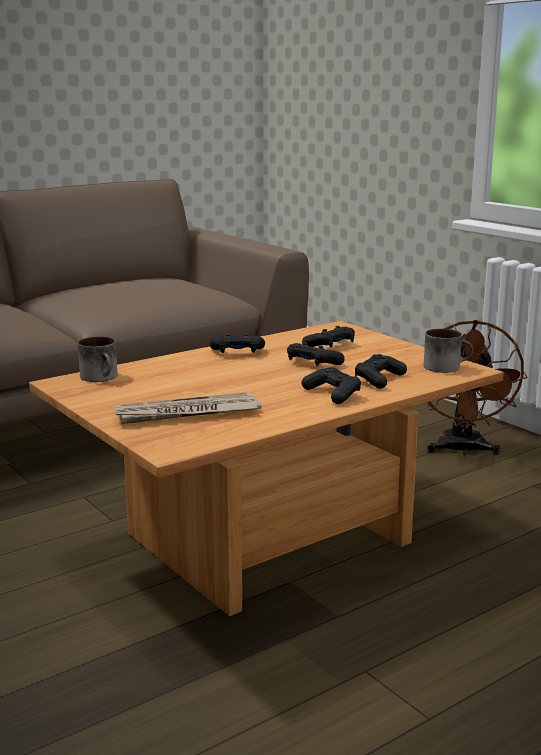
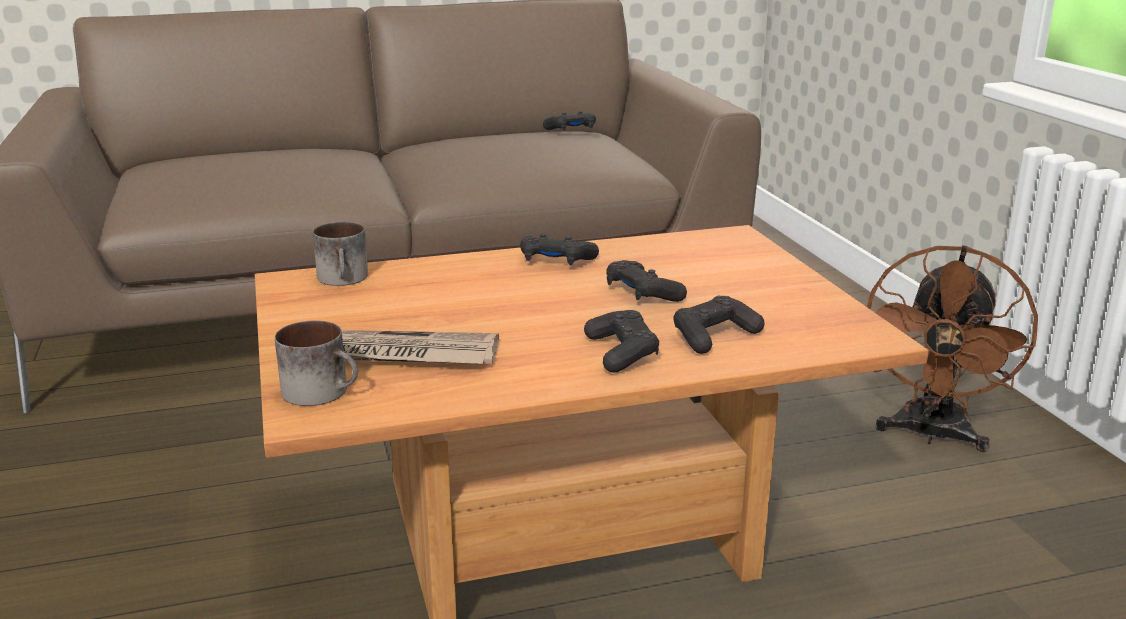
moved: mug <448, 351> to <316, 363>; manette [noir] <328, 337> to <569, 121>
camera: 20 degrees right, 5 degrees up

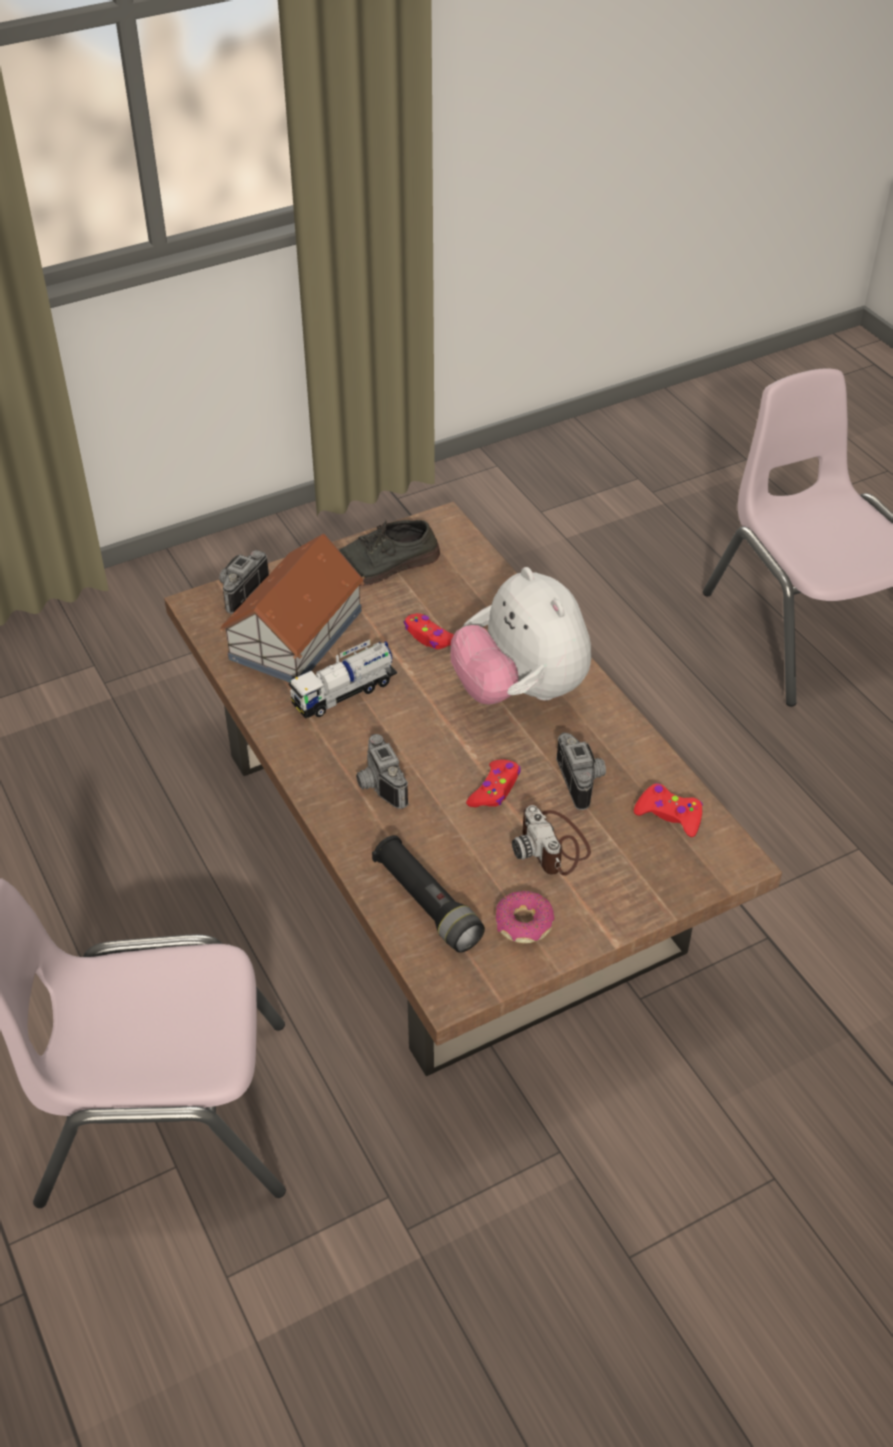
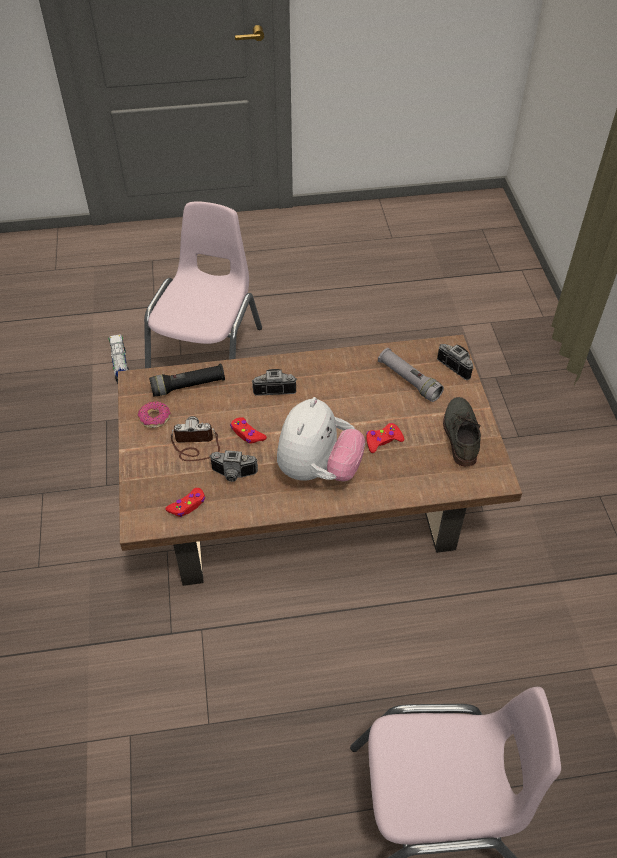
moved: camion jouet <342, 679> to <118, 359>
replaced: maison miniature <292, 608> to lampe de poche [gris] <411, 375>
turned: peluche <520, 636> = <321, 439> 120 degrees clockwise
camera: 110 degrees right, 5 degrees up

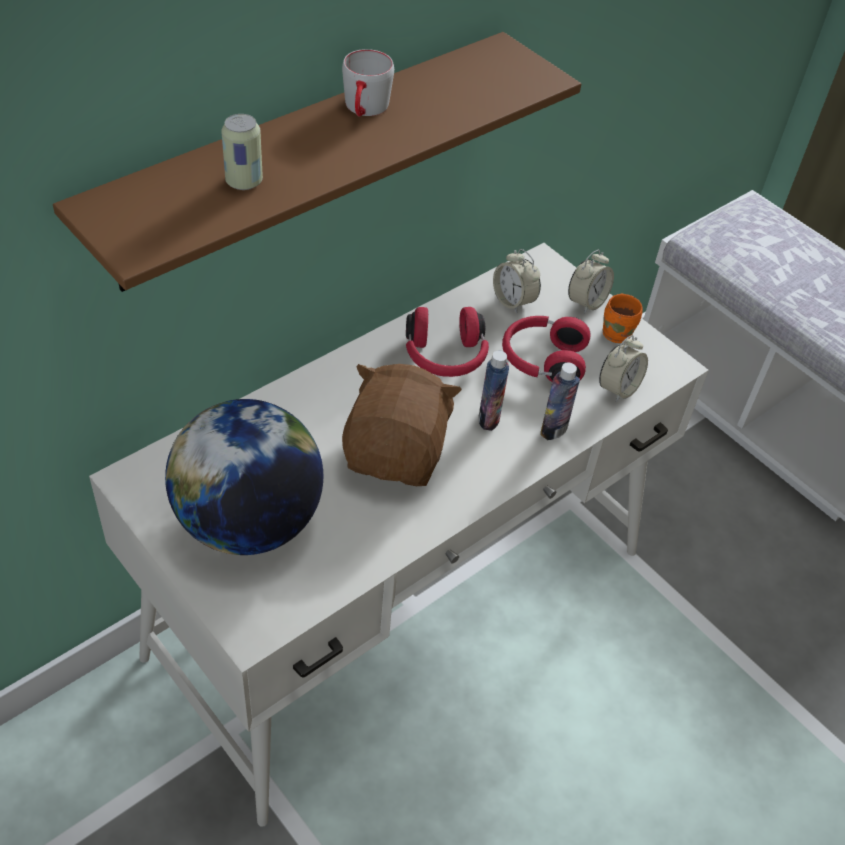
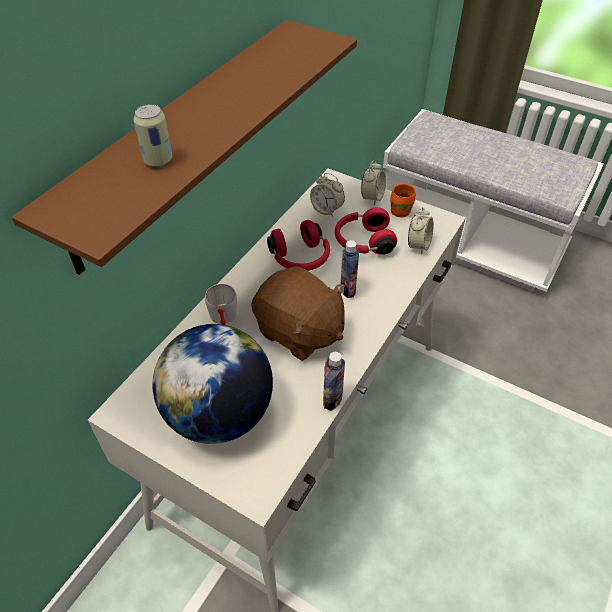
moved: mug [gris] <368, 83> to <221, 304>; bouteille <560, 401> to <334, 381>
turned: peluche [marron] <402, 425> = <298, 313> 135 degrees clockwise
camera: 15 degrees left, 0 degrees up

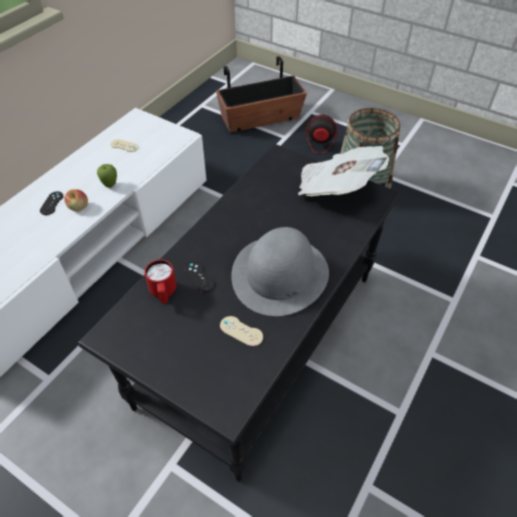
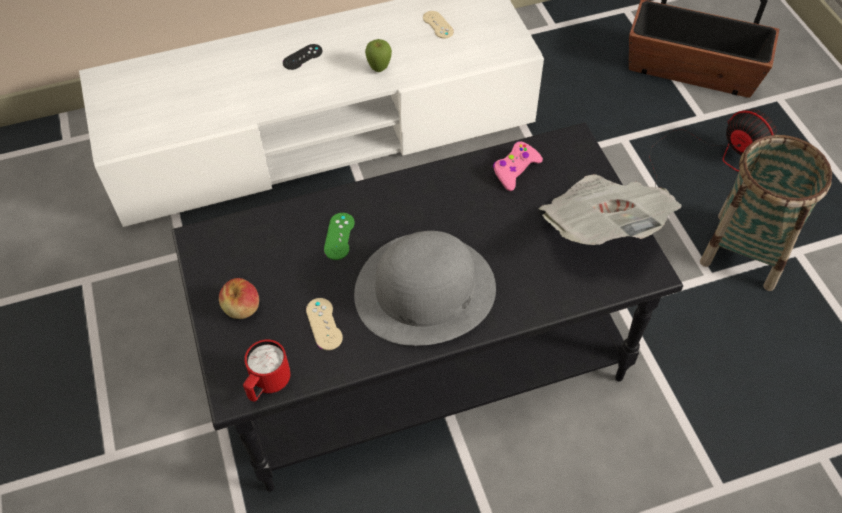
added: manette [rose] <518, 166>
moved: pomme <76, 200> to <239, 298>; mug [rouge] <160, 282> to <267, 370>
recoloured: manette [noir] <199, 277> to manette [vert] <339, 236>
camera: 40 degrees right, 5 degrees up

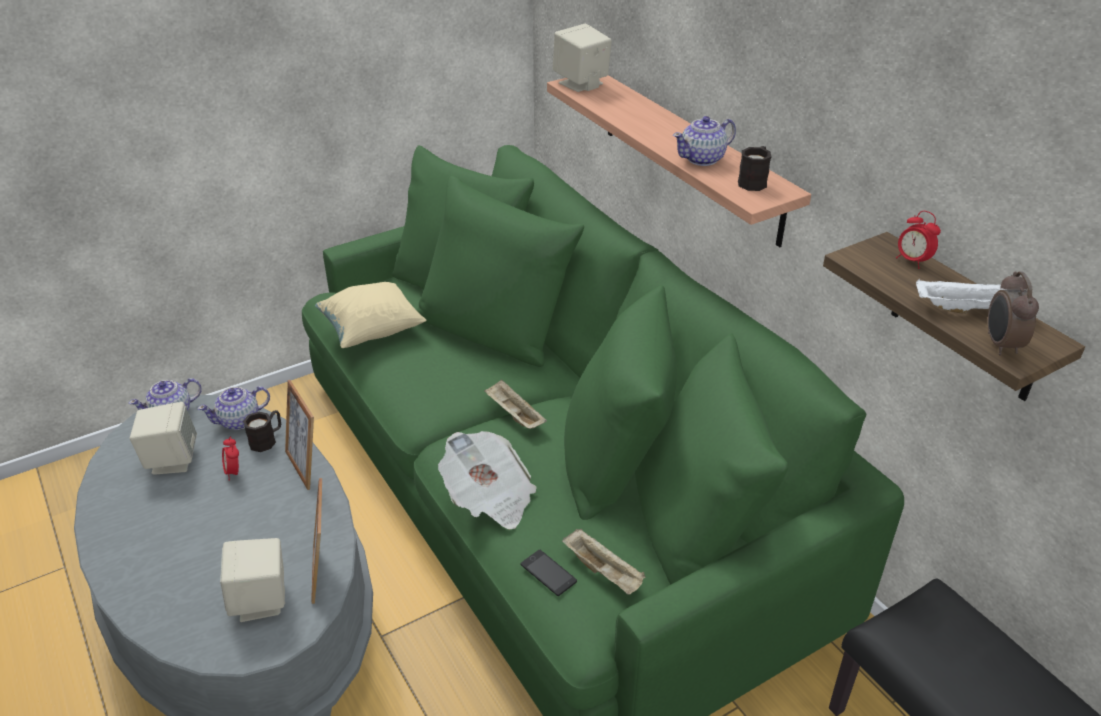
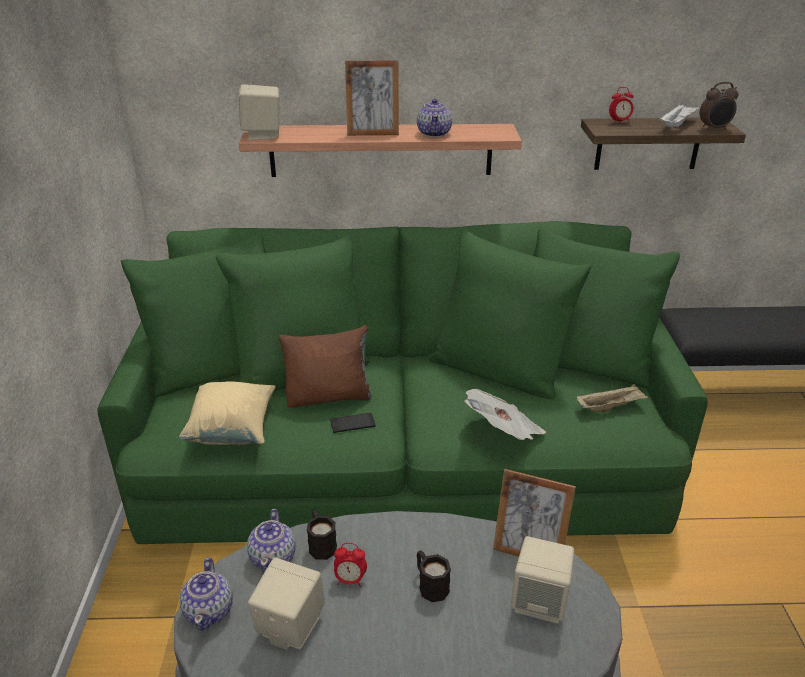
removed: plateau [beige] <515, 404>
added: coussin [marron] <325, 366>
moved: téléphone <549, 573> to <353, 423>; cadre photo <299, 435> to <372, 98>; mug [noir] <755, 168> to <434, 576>
turned: réveil <1013, 313> = <719, 106> 45 degrees counterclockwise
camera: 60 degrees left, 5 degrees down

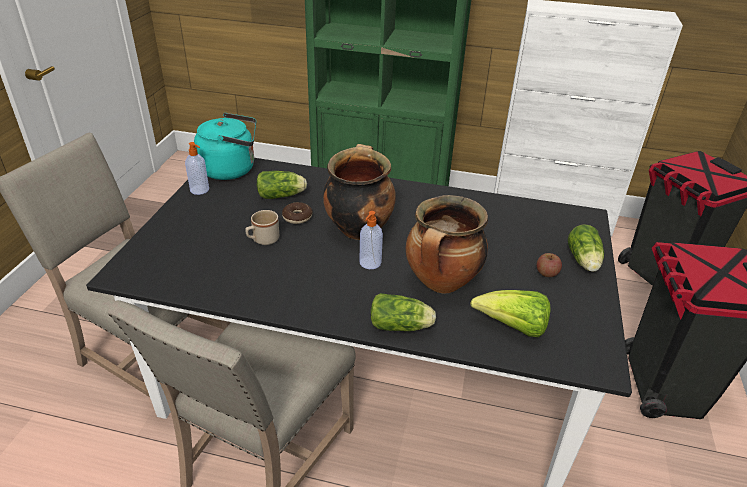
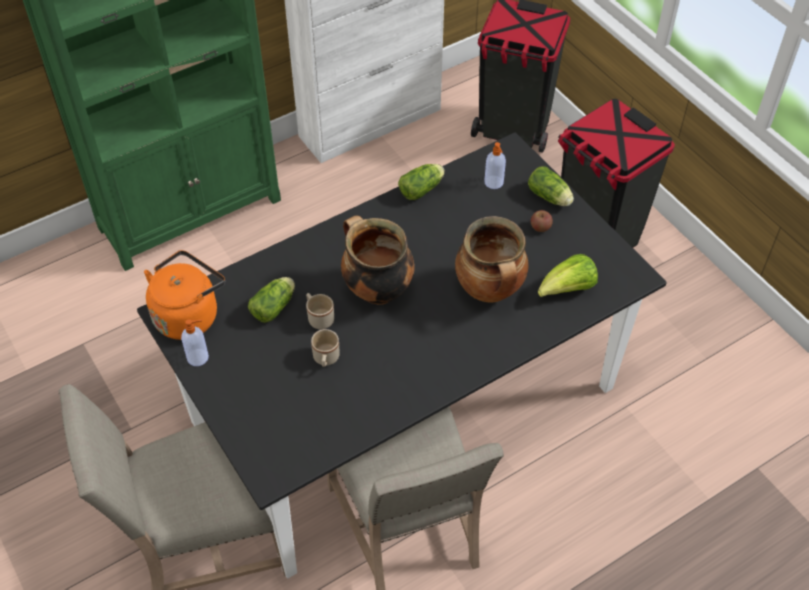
moved: laitue <403, 312> to <421, 182>; distributeur de savon <371, 240> to <495, 165>
replaced: beignet <297, 213> to mug [beige] <320, 311>
recoloured: bouilloire [turquoise] <225, 146> to bouilloire [orange] <184, 295>
camera: 45 degrees left, 15 degrees up

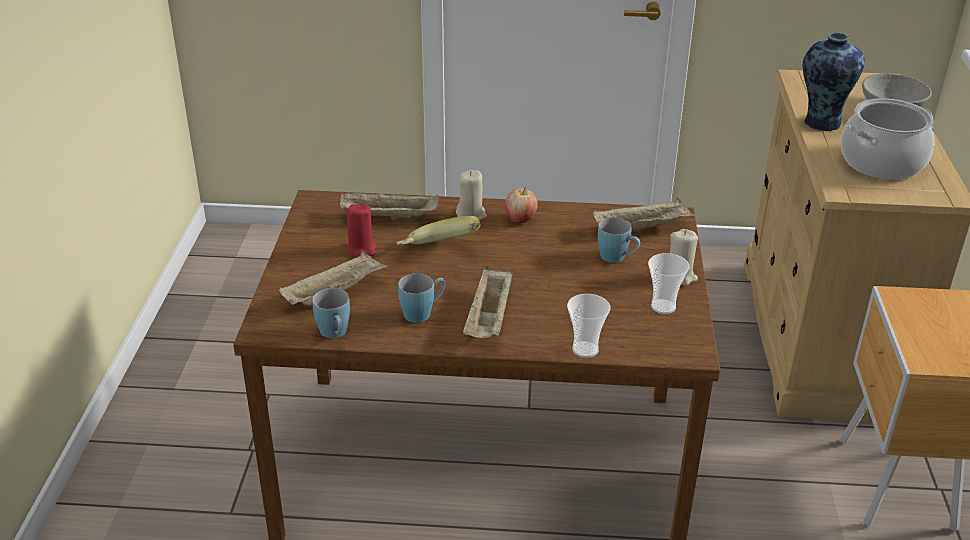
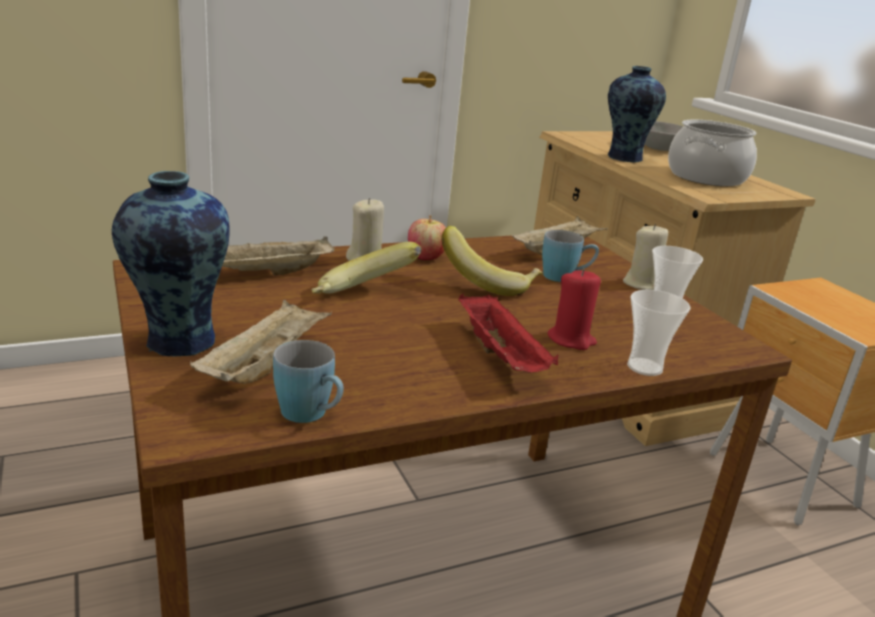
removed: mug [bleu] <421, 298>
added: vase <171, 264>; banane <492, 261>
moved: bougie [rouge] <361, 230> to <574, 309>
recoloured: plateau [beige] <488, 302> to plateau [rouge] <508, 332>
camera: 30 degrees left, 10 degrees down

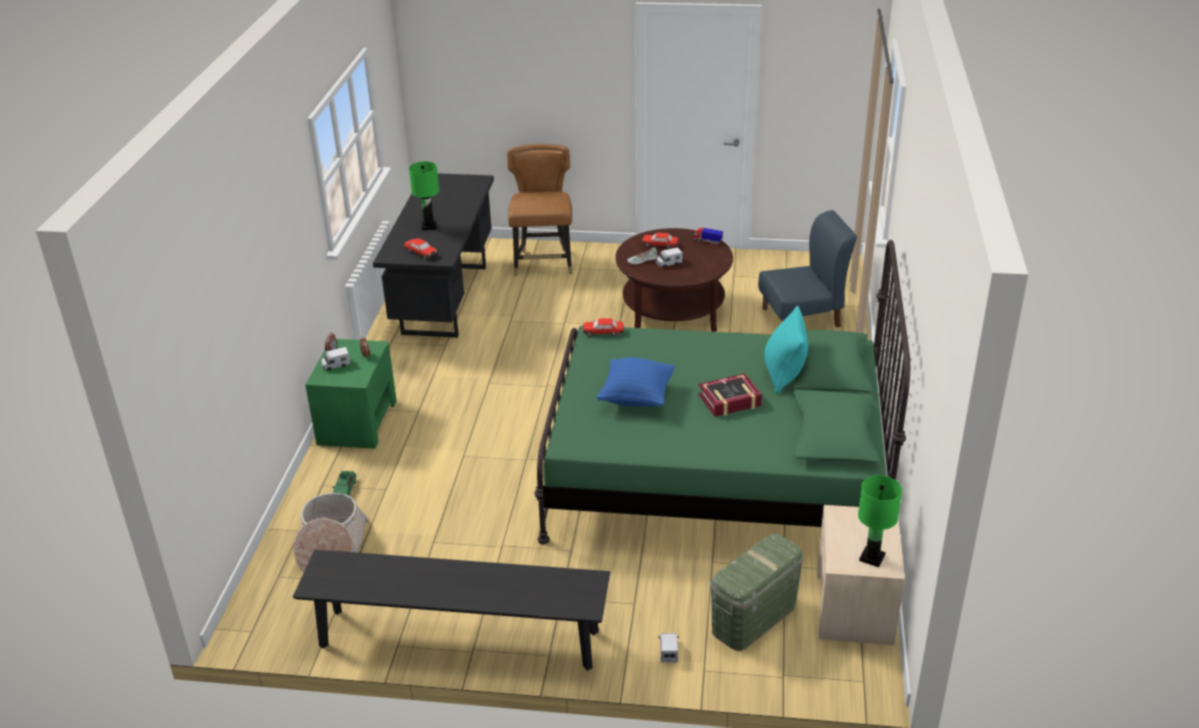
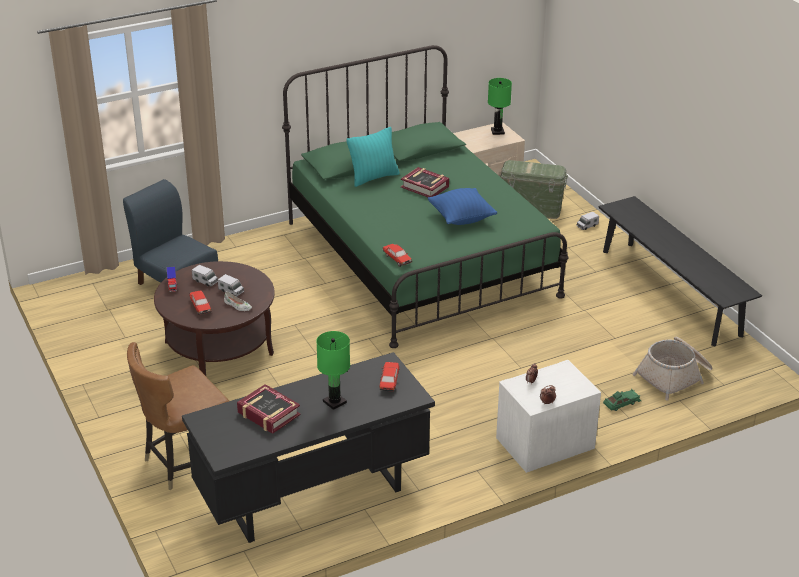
added: livre <269, 409>
moved: camion jouet <336, 358> to <205, 276>
recoloured: table de chevet [vert] <351, 394> to table de chevet [blanc] <548, 416>
camera: 125 degrees left, 0 degrees up

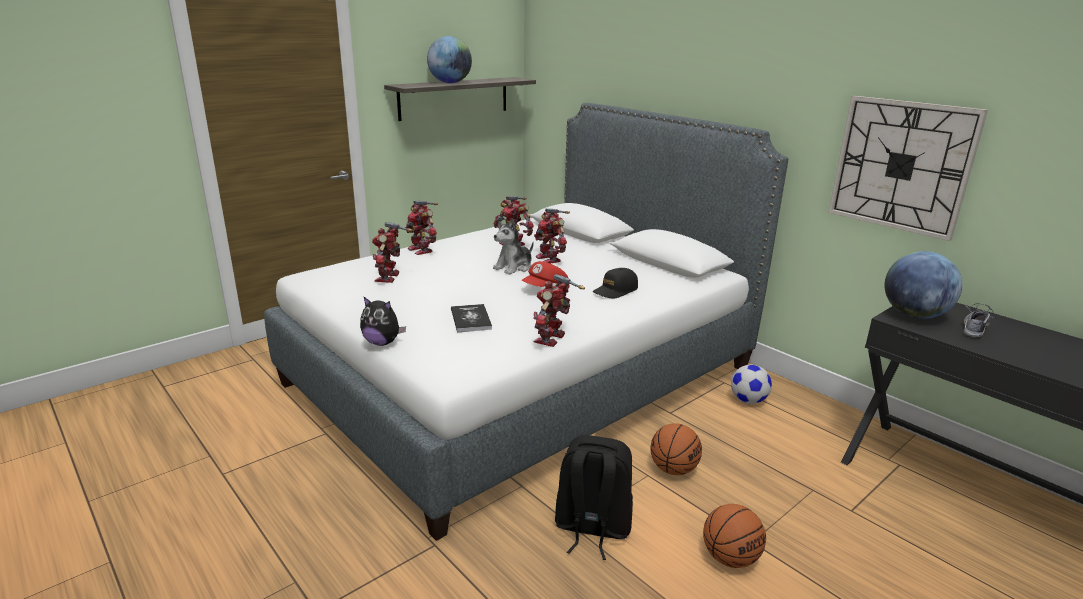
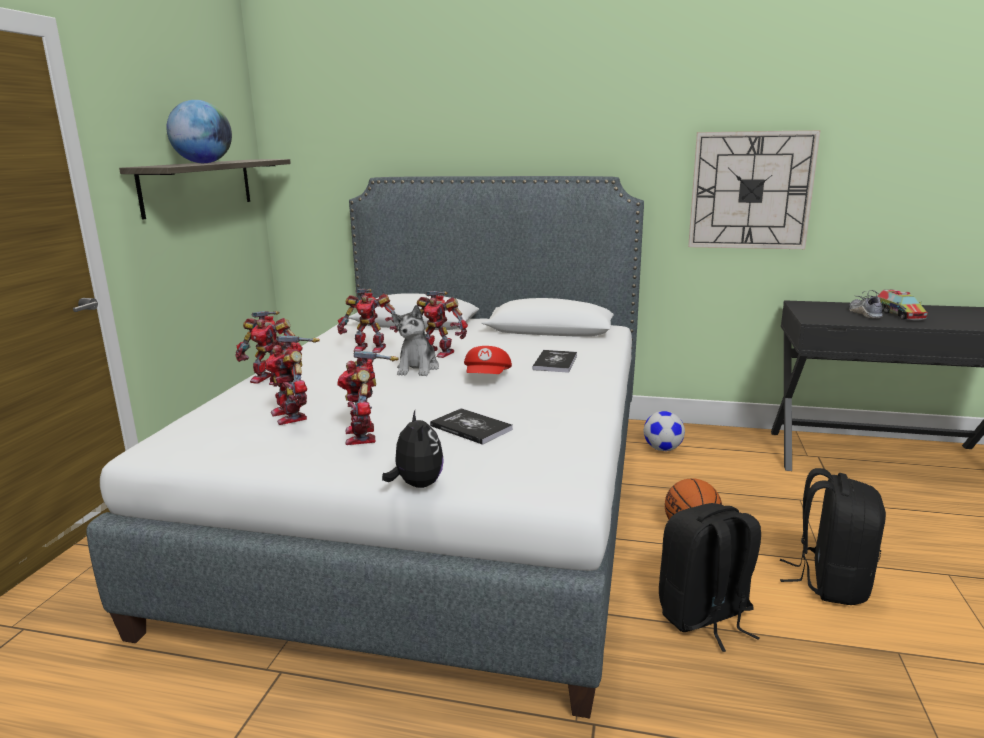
removed: globe <923, 285>
added: camion jouet <902, 305>
moved: robot jouet <559, 310> to <368, 398>
replaced: casquette [noir] <615, 283> to livre <554, 361>; ballon de basket <734, 536> to sac à dos [noir] <833, 536>
turned: peluche <383, 321> = <413, 449> 90 degrees counterclockwise
camera: 35 degrees left, 5 degrees down

